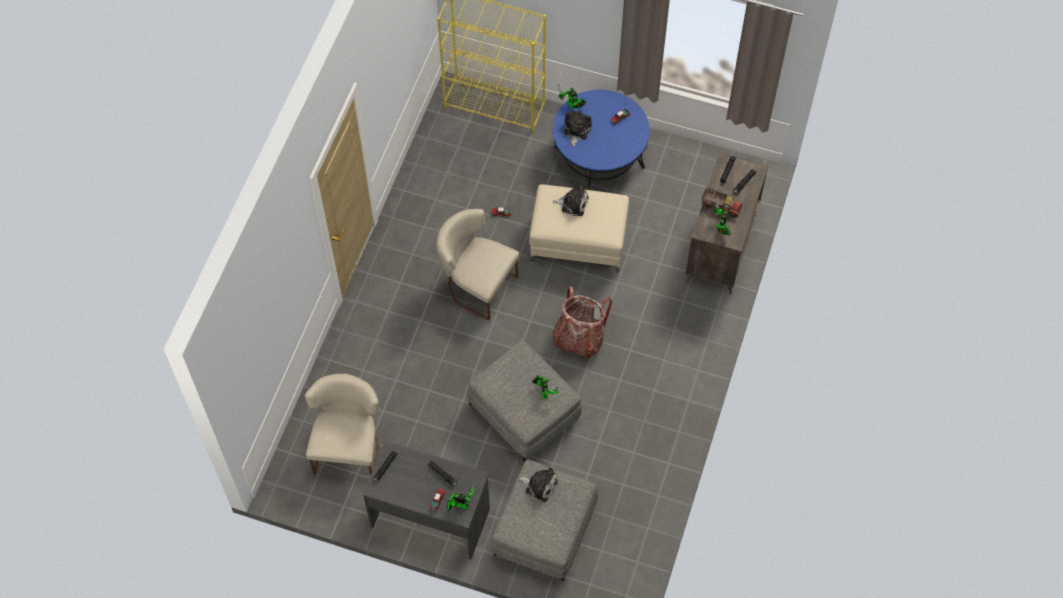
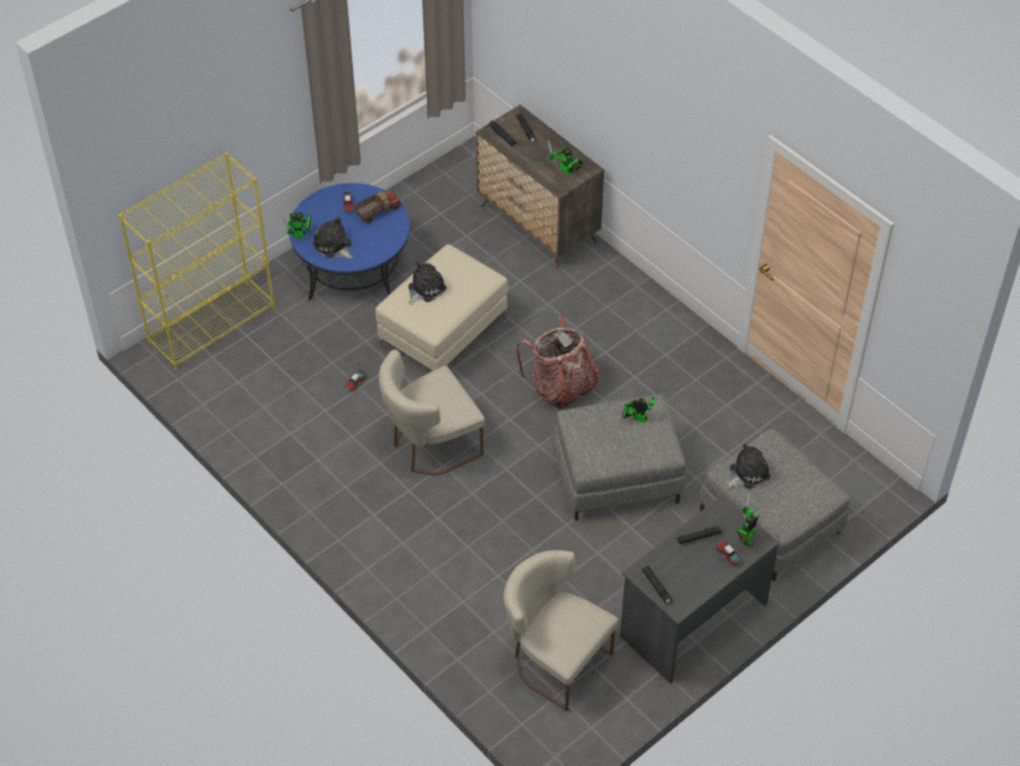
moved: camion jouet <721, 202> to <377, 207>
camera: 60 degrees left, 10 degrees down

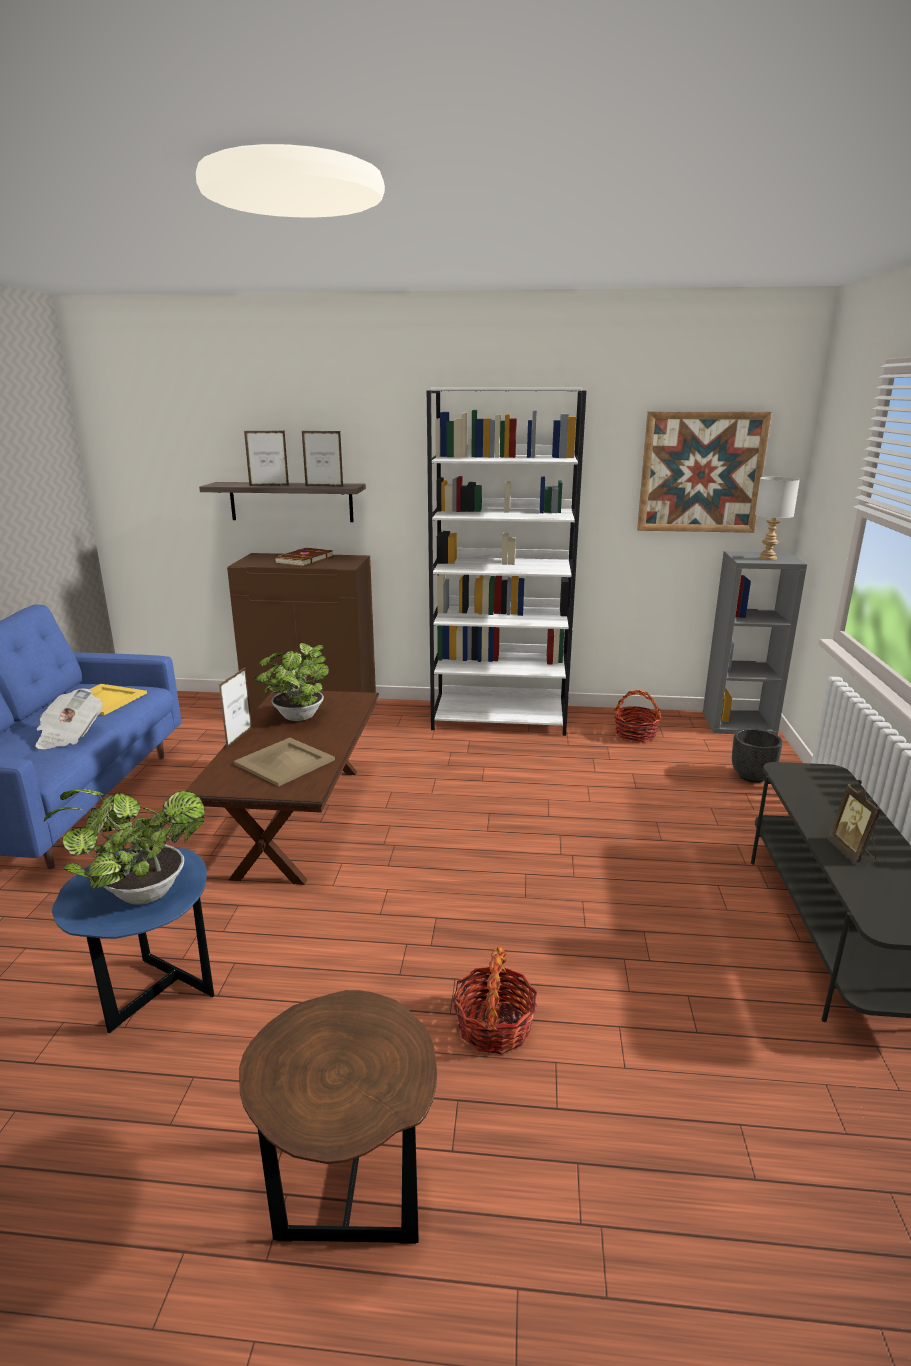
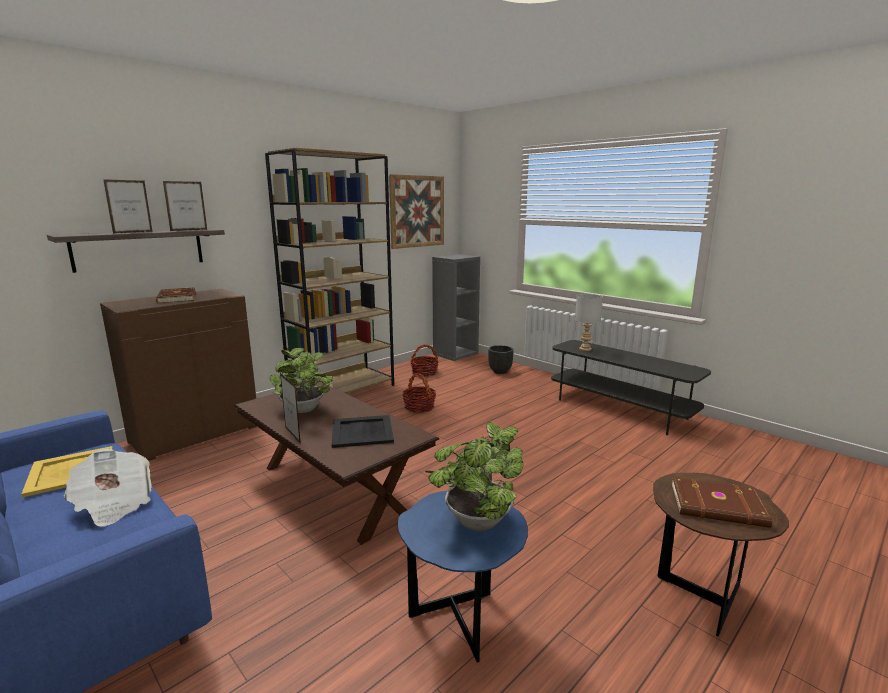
removed: cadre photo <854, 823>
added: livre [marron] <721, 502>
moved: panier <494, 1000> to <419, 393>; lampe de table [gris] <777, 518> to <589, 322>
recoloured: bibliothèque [blanc] <507, 562> to bibliothèque [marron] <329, 270>; plateau [beige] <284, 762> to plateau [noir] <363, 431>
camera: 50 degrees left, 5 degrees down

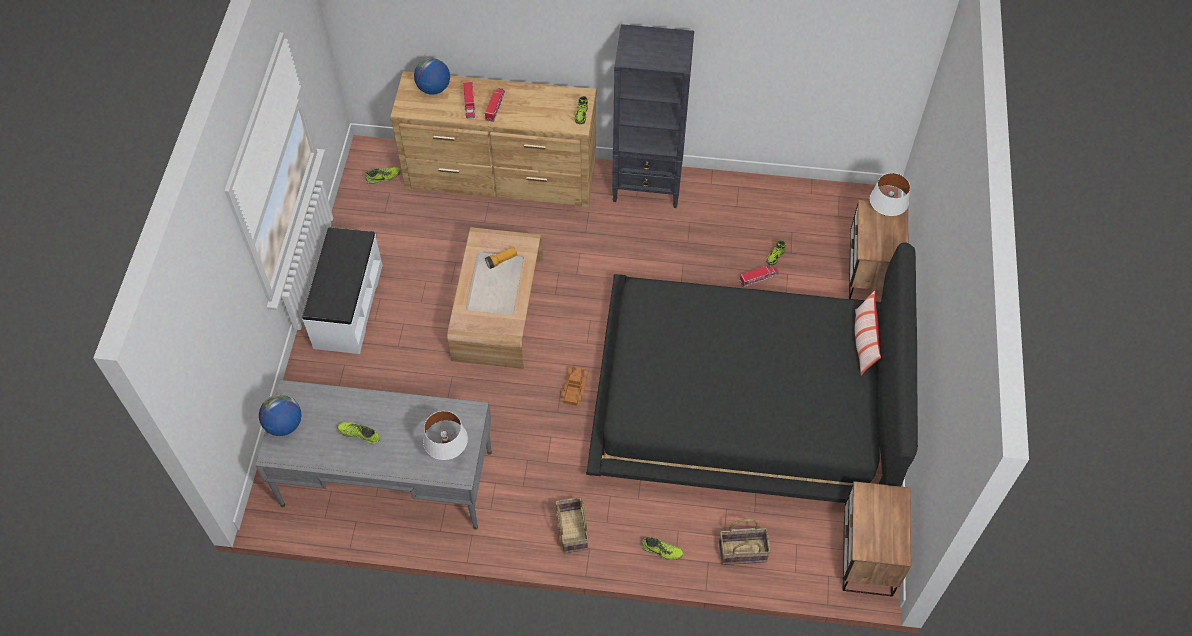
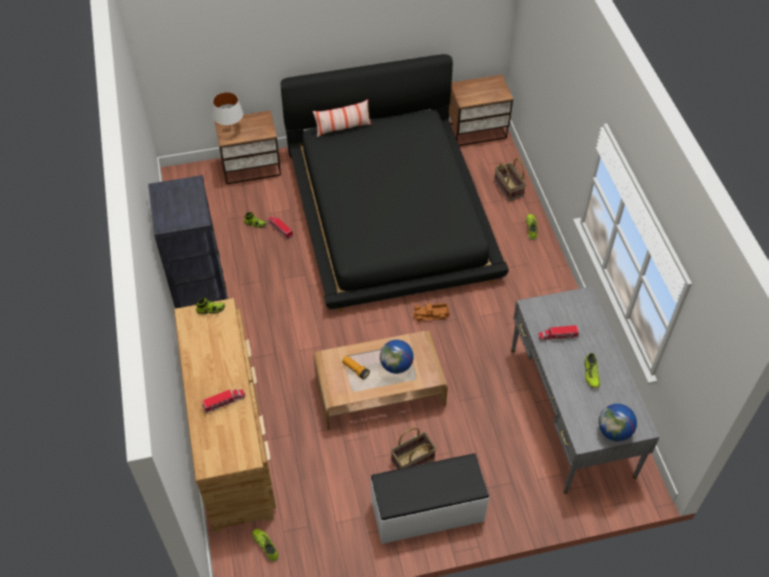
removed: lampe de table [blanc] <445, 435>
moved: globe <432, 76> to <397, 357>; panier <572, 525> to <413, 448>; camion jouet <495, 105> to <558, 333>
camera: 110 degrees left, 5 degrees down

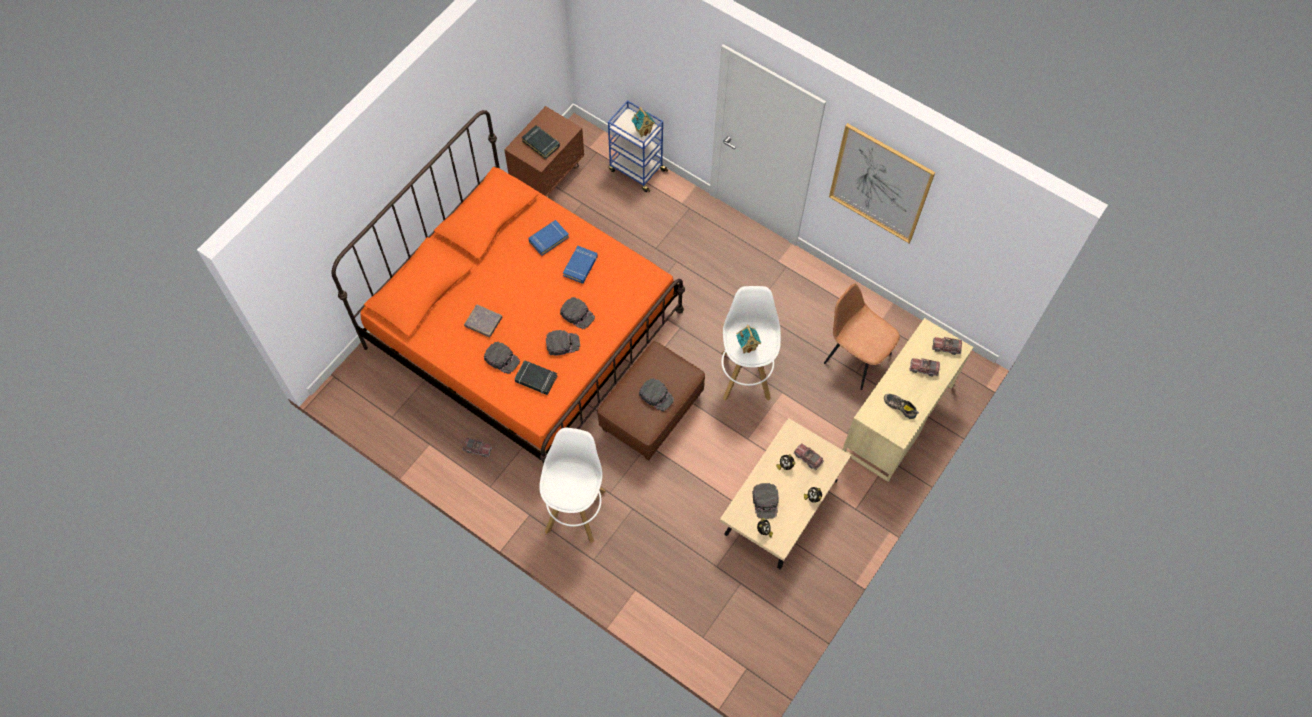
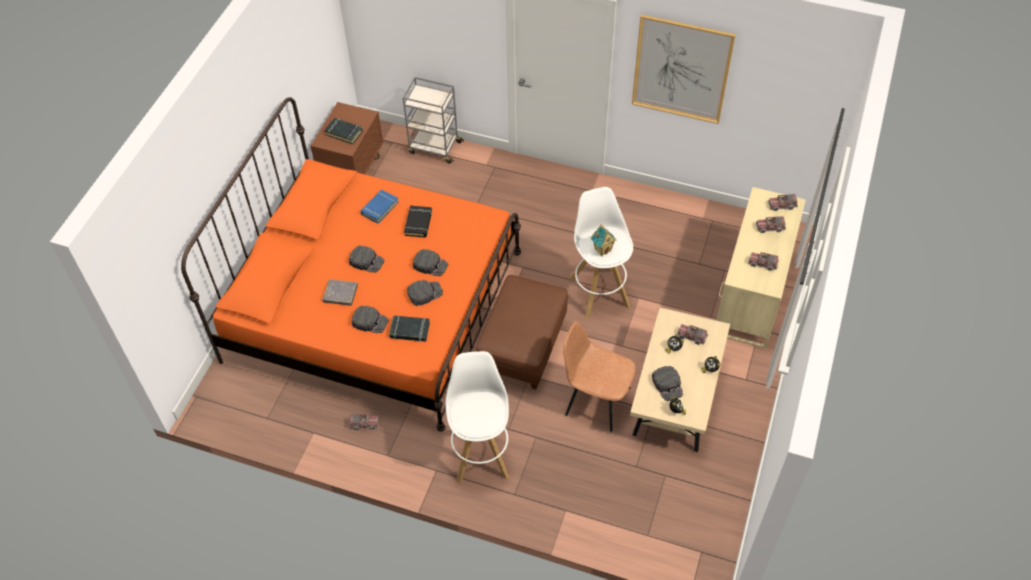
removed: maison miniature <643, 122>
moved: casquette [noir] <656, 394> to <367, 259>; chaise [marron] <862, 336> to <599, 376>
replaced: chaussure <901, 406> to camion jouet <763, 261>
recoloured: chariot [bleu] <638, 146> to chariot [gris] <433, 120>; livre [bleu] <580, 265> to livre [noir] <418, 222>
camera: 15 degrees left, 10 degrees down

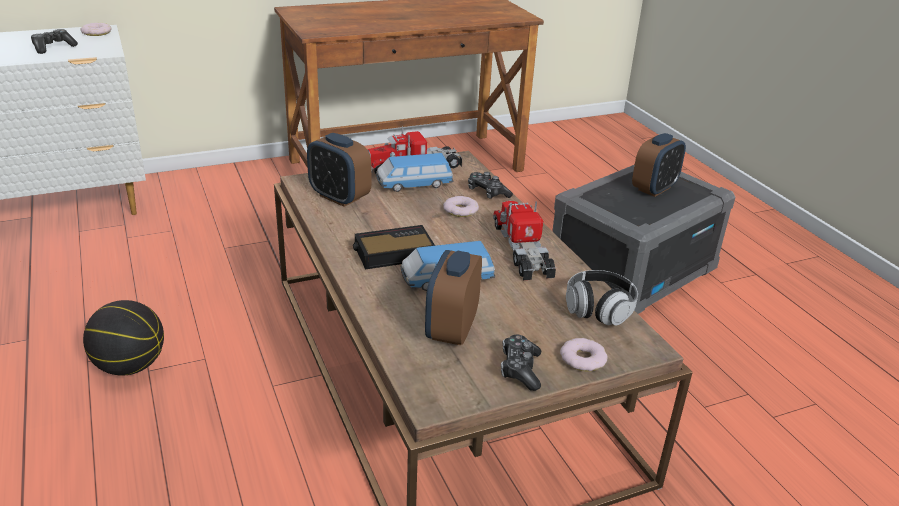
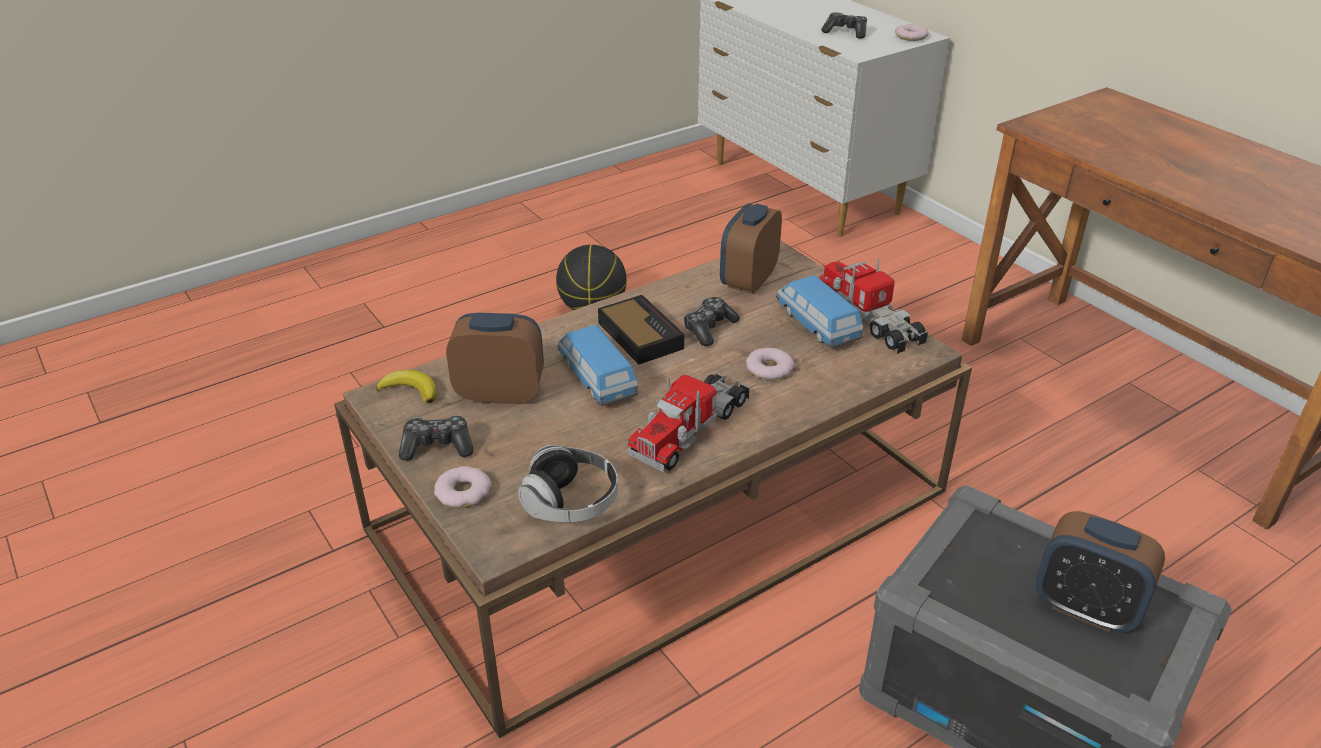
added: banane <406, 387>
moved: manette <490, 185> to <711, 321>
turned: camion jouet <524, 240> = <688, 422> 150 degrees clockwise
camera: 80 degrees right, 5 degrees up

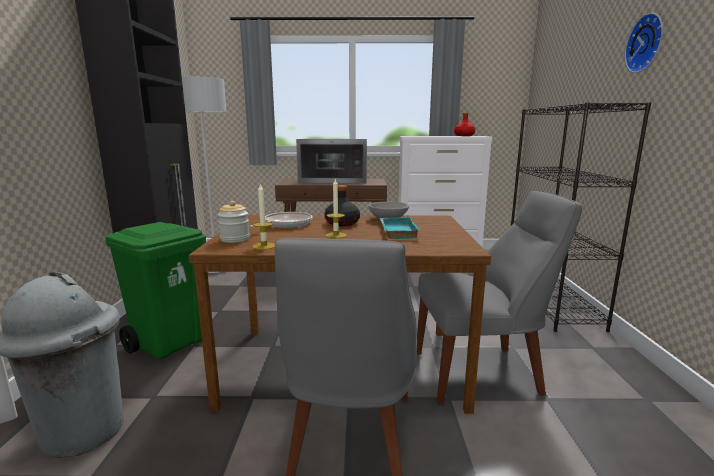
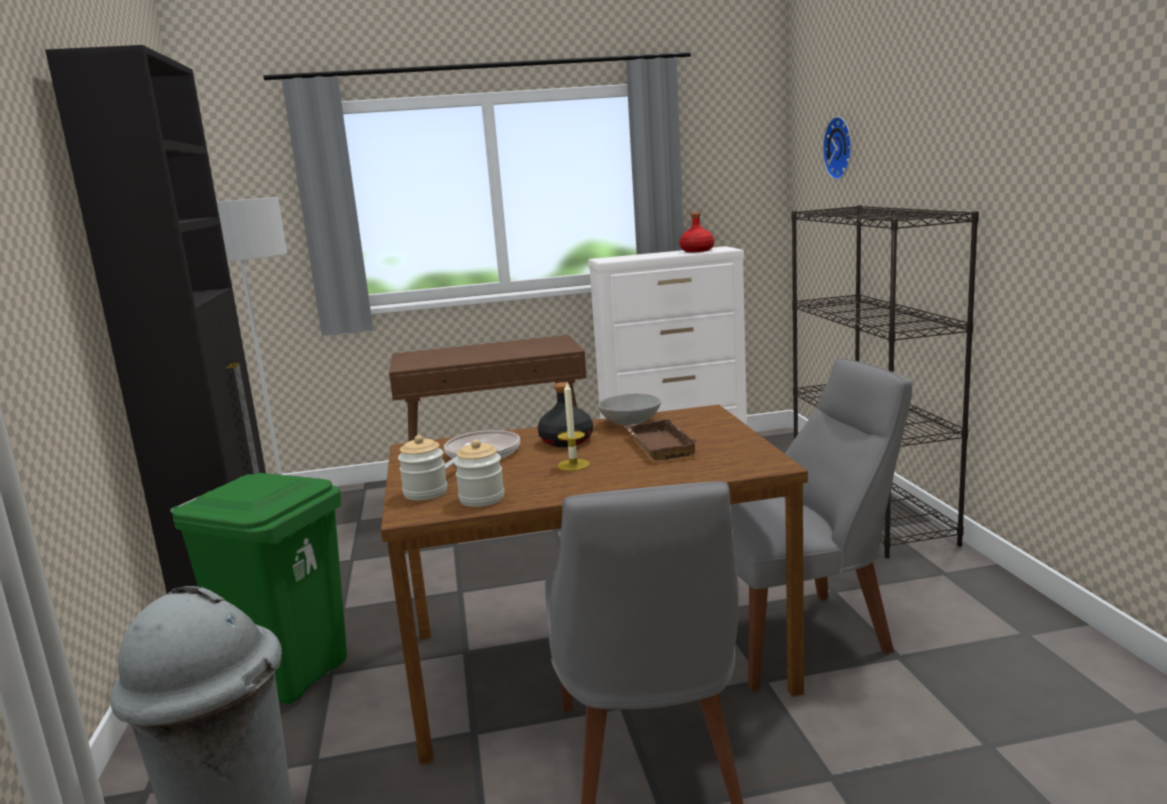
removed: micro-ondes <331, 161>
moved: horloge murale <644, 43> to <837, 148>
replaced: bougie <263, 216> to bocal <479, 473>
recoloured: plateau [turquoise] <399, 228> to plateau [marron] <662, 439>
camera: 10 degrees left, 0 degrees up

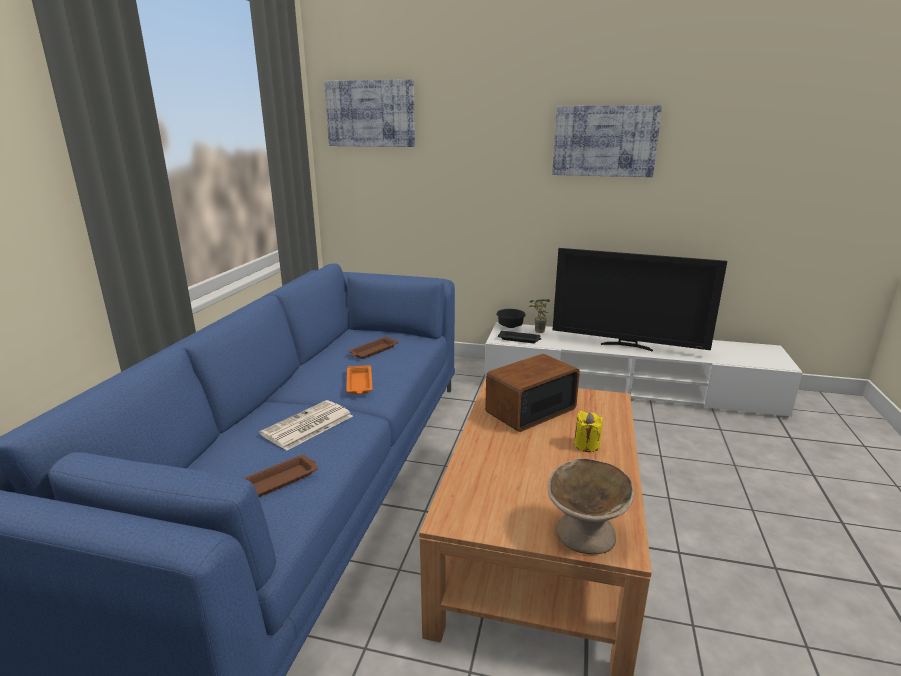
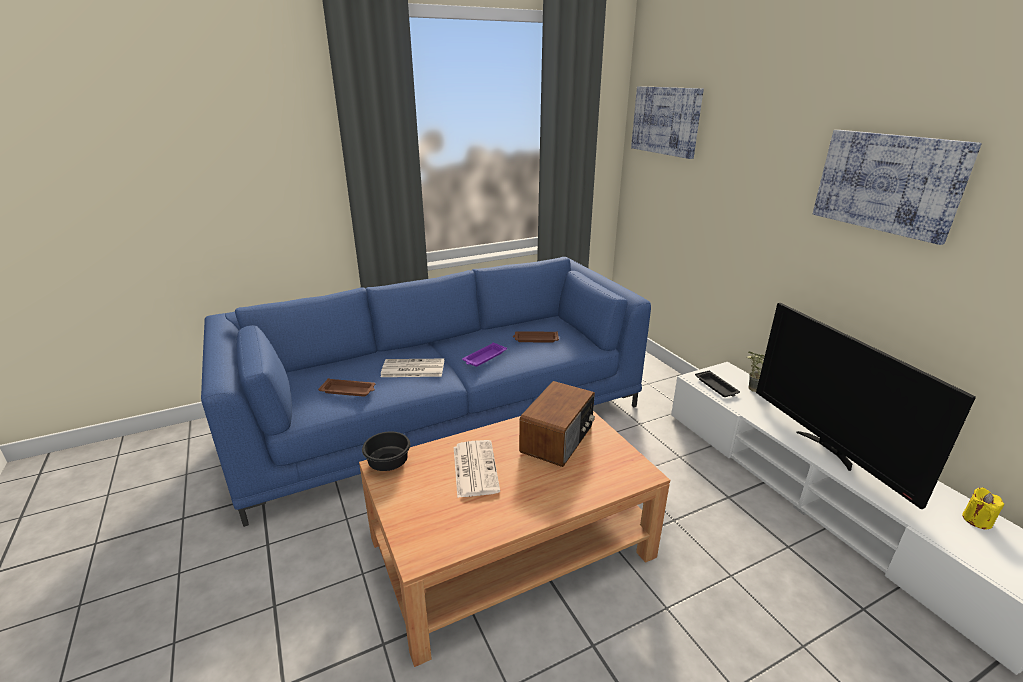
removed: bol [beige] <591, 506>
added: journal <477, 469>
moved: bol [noir] <511, 318> to <386, 451>; bougie [jaune] <588, 431> to <983, 508>
recoloured: plateau [orange] <359, 380> to plateau [violet] <484, 354>
turned: radio <532, 393> = <557, 424> 105 degrees clockwise
camera: 50 degrees right, 5 degrees up

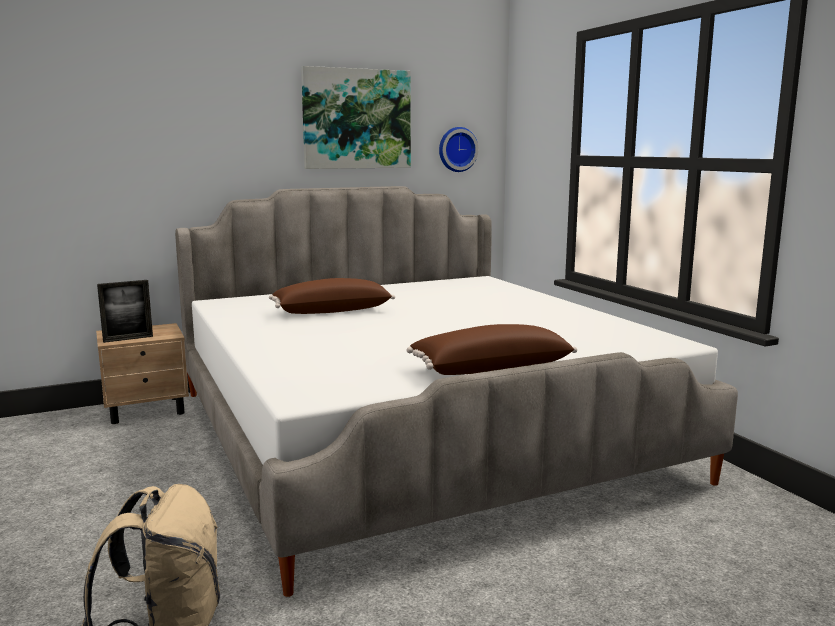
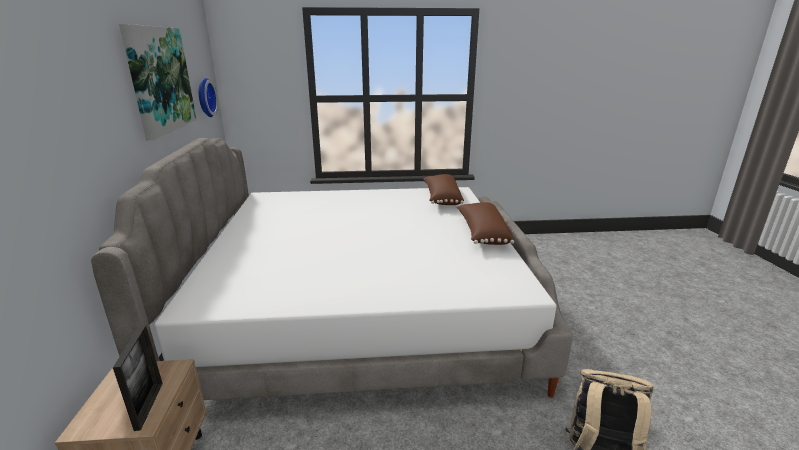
moved: coussin [marron] <332, 296> to <443, 189>
camera: 70 degrees left, 10 degrees up

